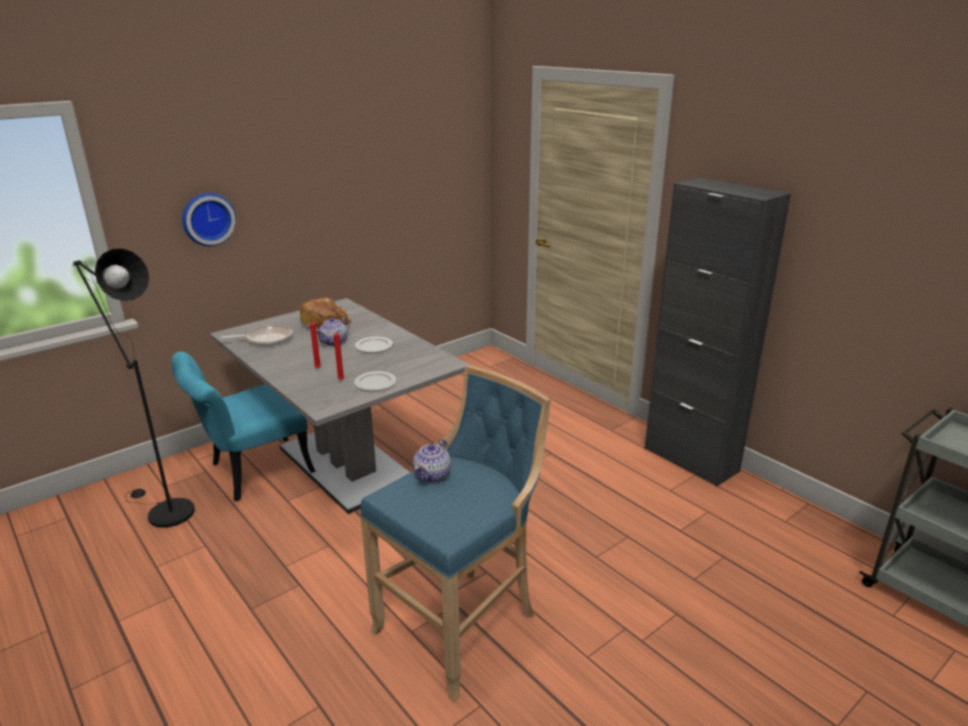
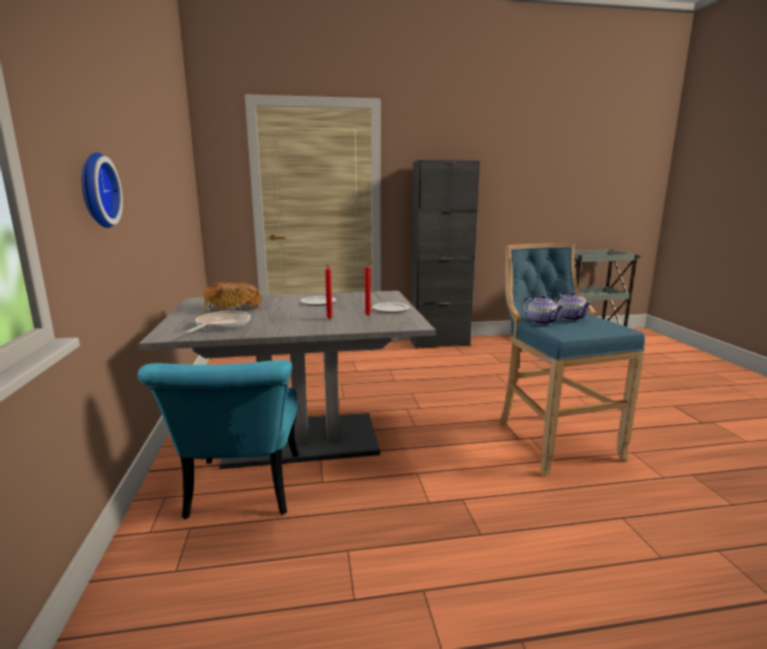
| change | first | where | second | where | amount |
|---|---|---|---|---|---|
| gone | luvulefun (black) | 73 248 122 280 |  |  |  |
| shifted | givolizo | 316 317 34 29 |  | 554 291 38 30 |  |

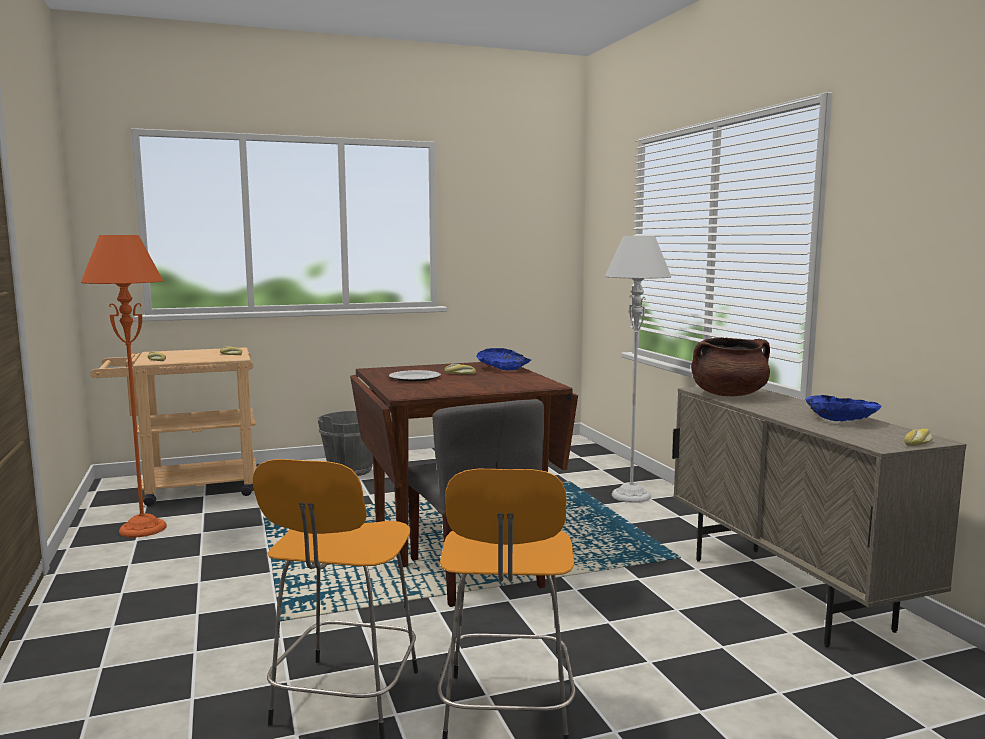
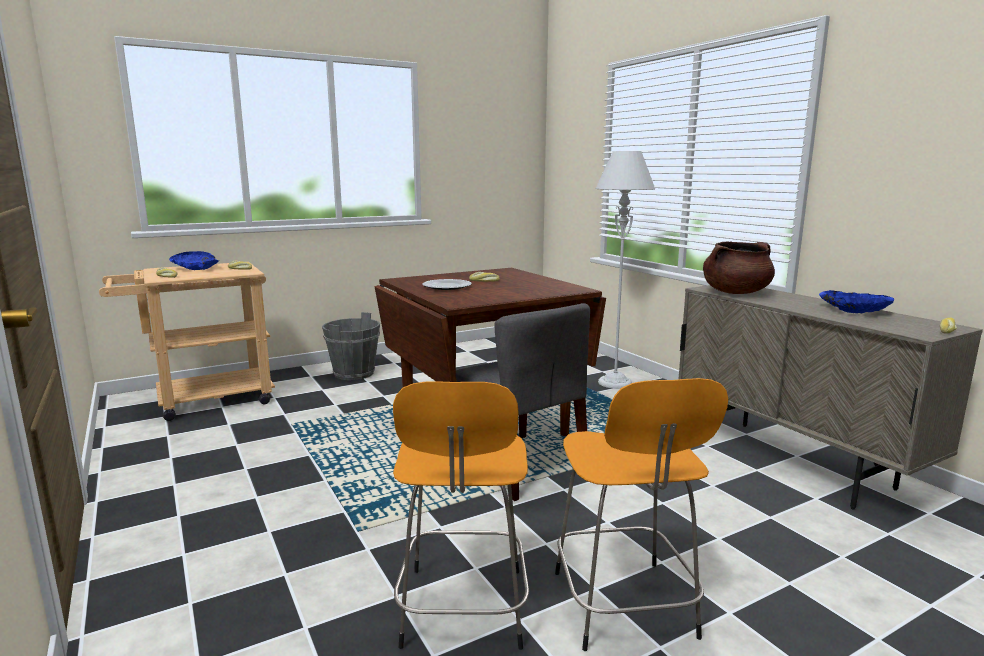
| change | first | where | second | where | amount |
|---|---|---|---|---|---|
| gone | luvulefun (orange) | 81 235 86 303 |  |  |  |
| shifted | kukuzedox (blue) | 476 348 55 22 |  | 169 251 50 19 |  |

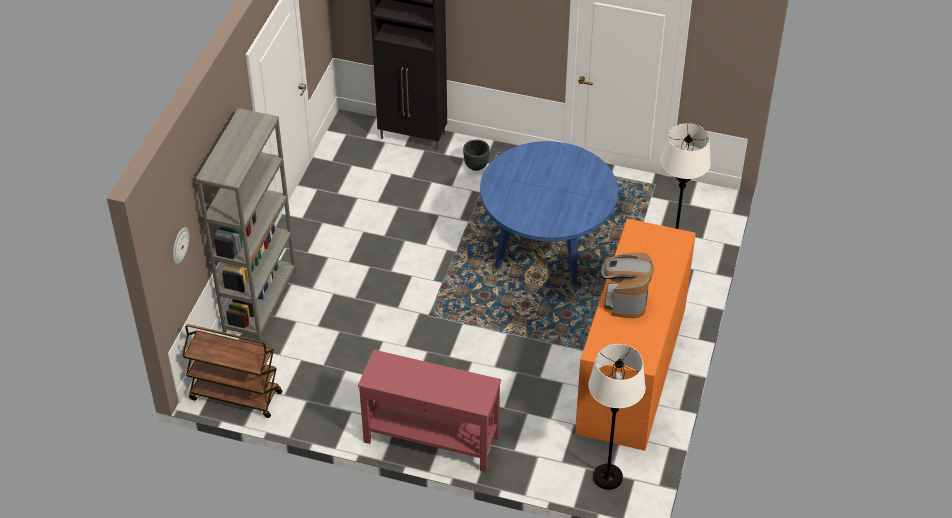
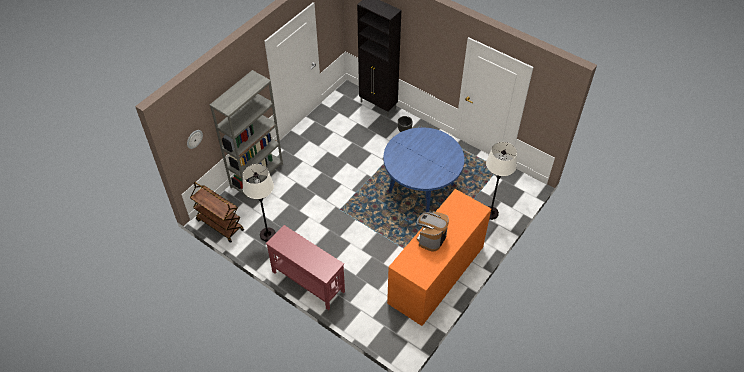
| change | first | where | second | where | amount |
|---|---|---|---|---|---|
| shifted | luvulefun (white) | 588 344 58 146 |  | 243 164 33 77 |  |

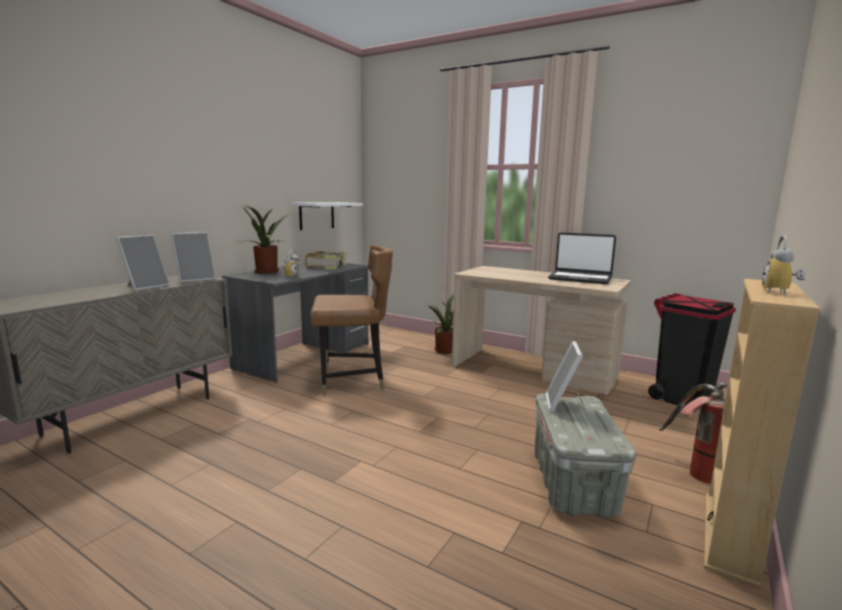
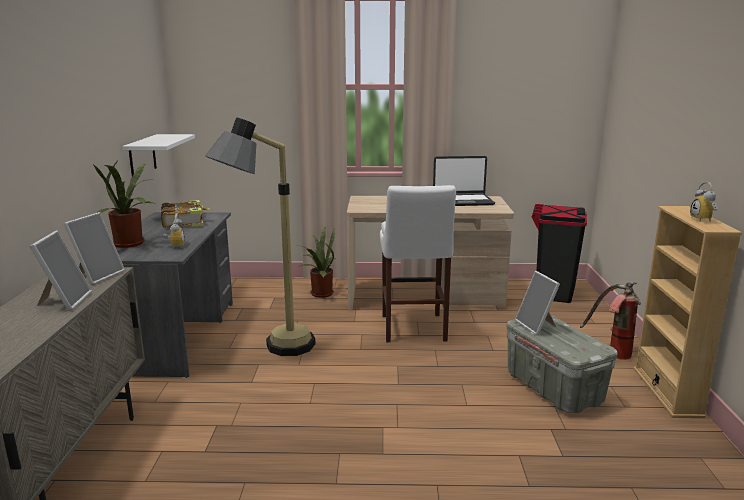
| change | first | where | second | where | amount |
|---|---|---|---|---|---|
| swapped | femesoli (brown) | 310 245 83 150 | luvulefun | 205 117 110 239 |  |
| new |  |  | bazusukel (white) | 380 185 76 157 |  |

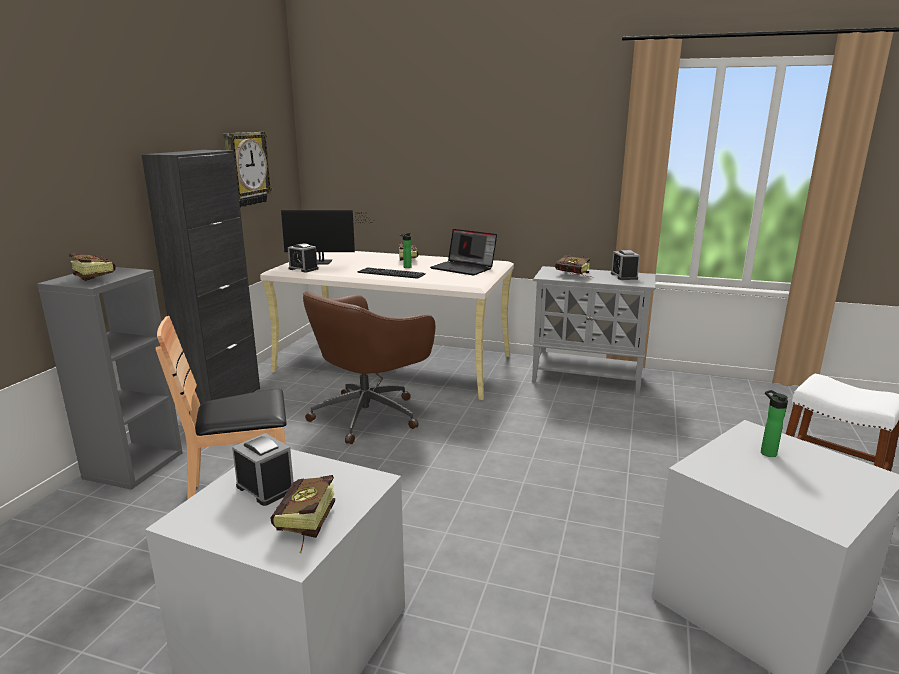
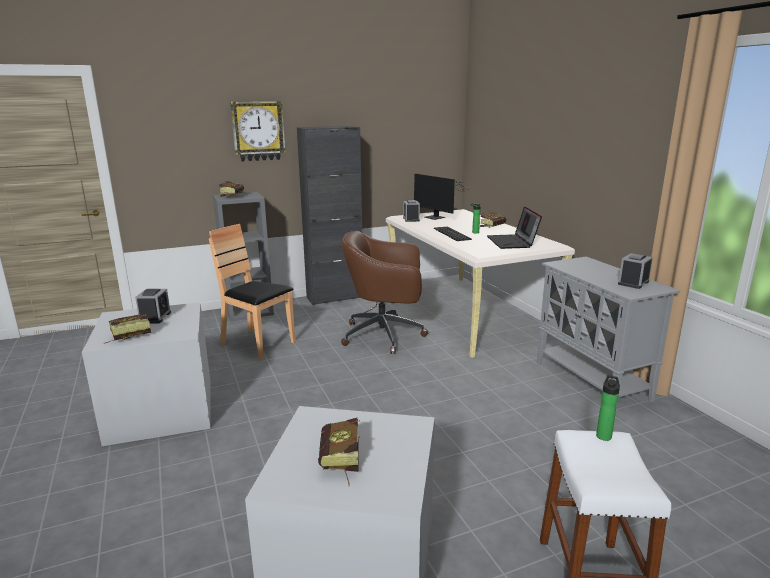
| change | first | where | second | where | amount |
|---|---|---|---|---|---|
| shifted | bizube | 223 132 49 75 |  | 230 101 56 60 |  |
| shifted | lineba | 555 254 39 24 |  | 318 418 42 69 |  |
| shifted | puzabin | 761 390 27 67 |  | 596 375 24 66 |  |

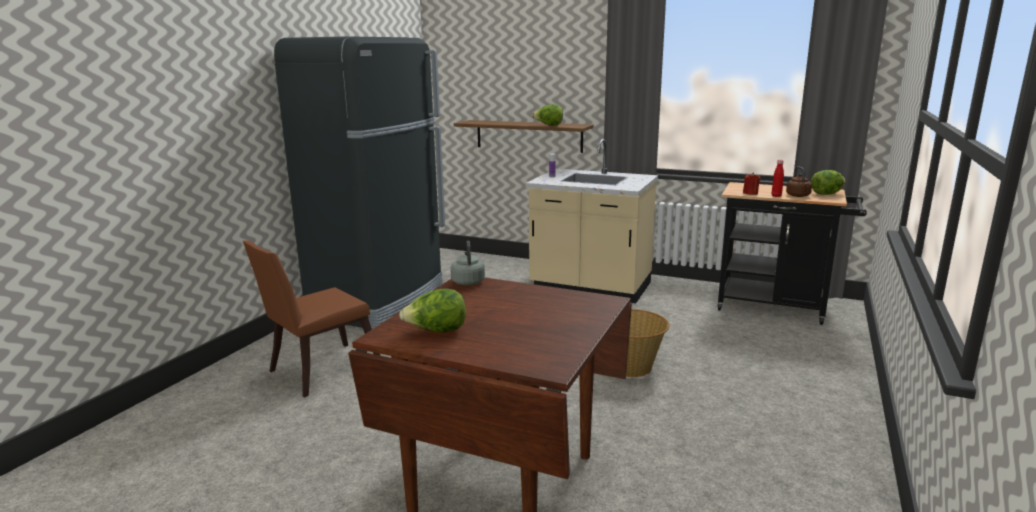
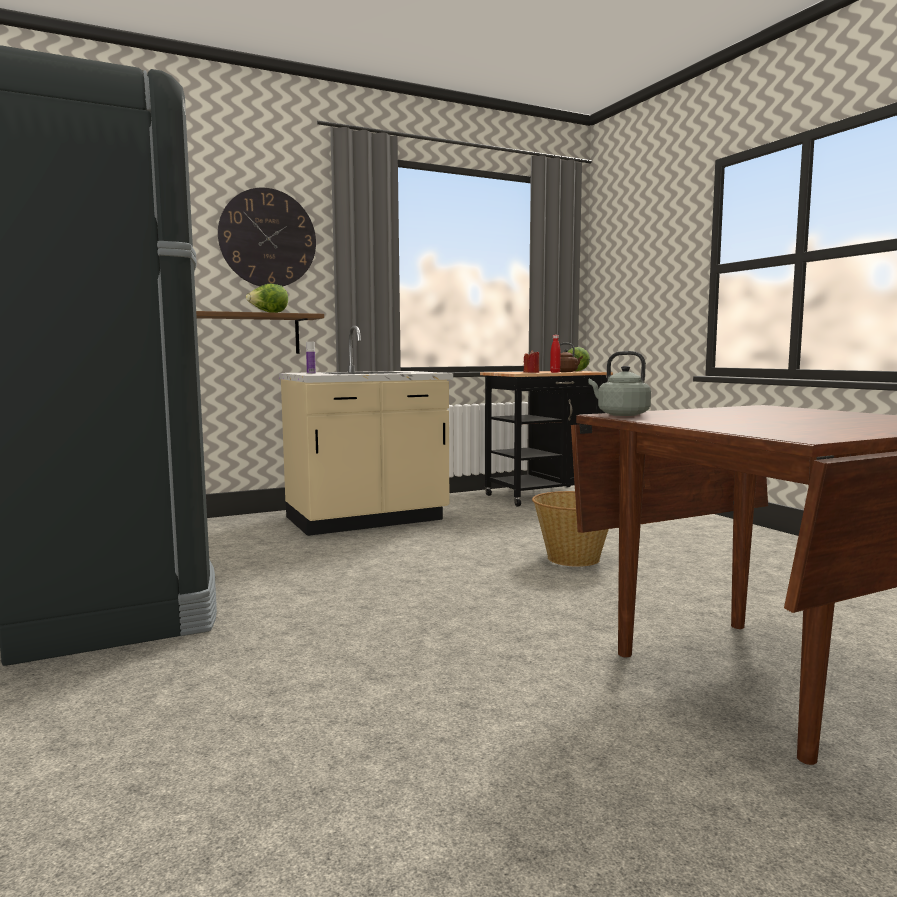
| change | first | where | second | where | amount |
|---|---|---|---|---|---|
| gone | femesoli (brown) | 243 240 138 158 |  |  |  |
| gone | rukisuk | 399 288 67 45 |  |  |  |
| new |  |  | bizube | 218 188 98 99 |  |

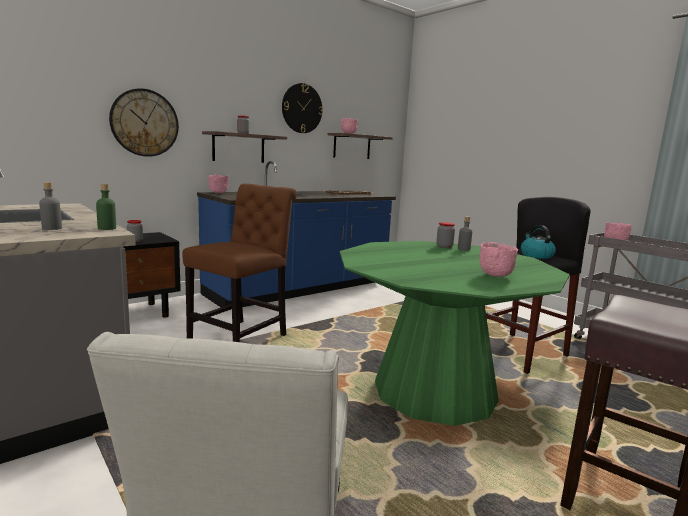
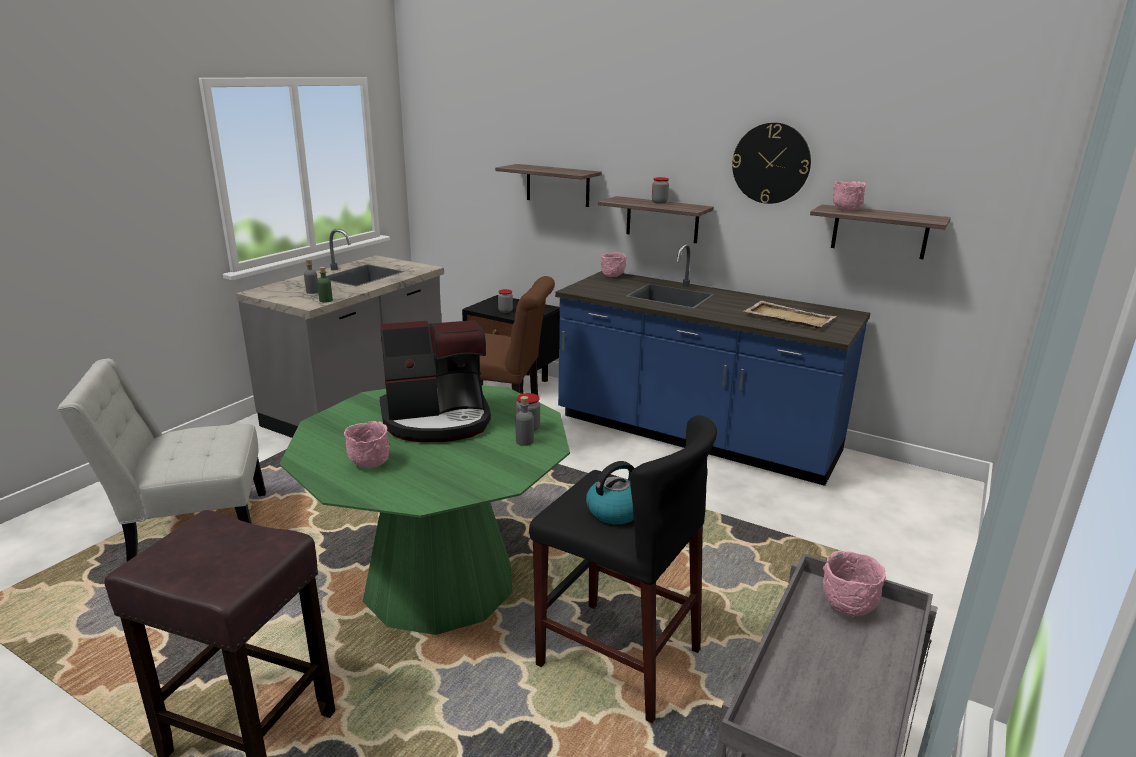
| change | first | where | second | where | amount |
|---|---|---|---|---|---|
| swapped | bizube | 109 88 70 69 | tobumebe | 495 164 107 43 |  |
| new |  |  | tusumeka | 380 320 111 122 |  |

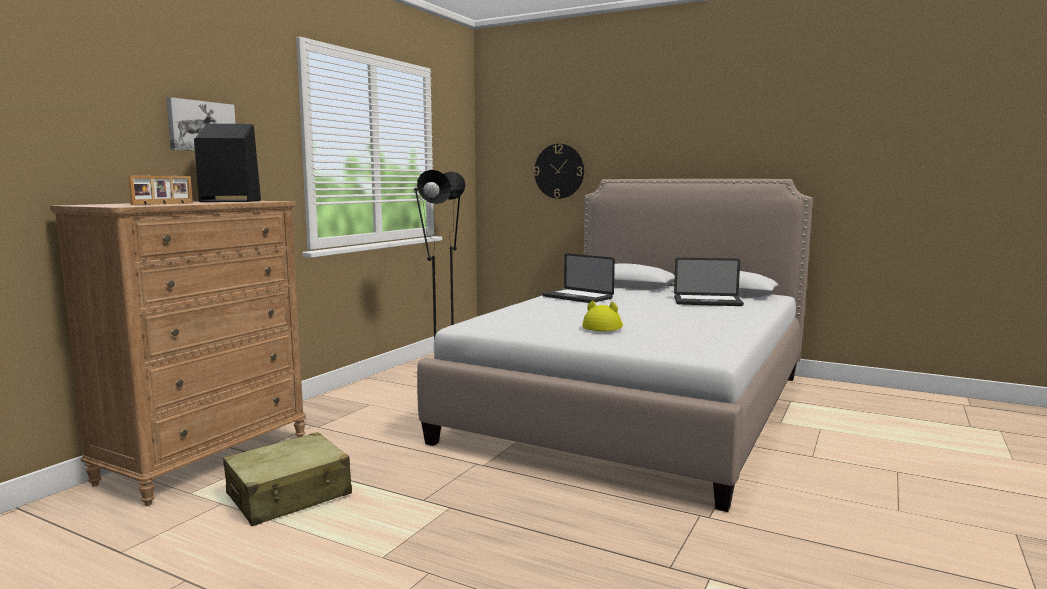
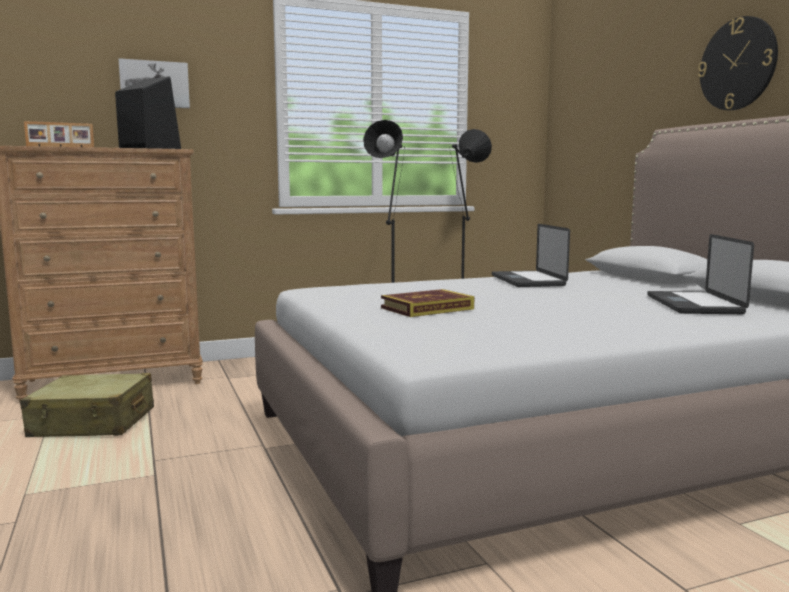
| change | first | where | second | where | amount |
|---|---|---|---|---|---|
| shifted | bizube | 534 144 50 55 |  | 698 16 80 94 |  |
| swapped | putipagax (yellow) | 582 301 41 30 | lineba | 381 289 93 28 |  |
| rotated | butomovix | 674 258 70 48 |  | 647 234 107 80 | 45 degrees clockwise |

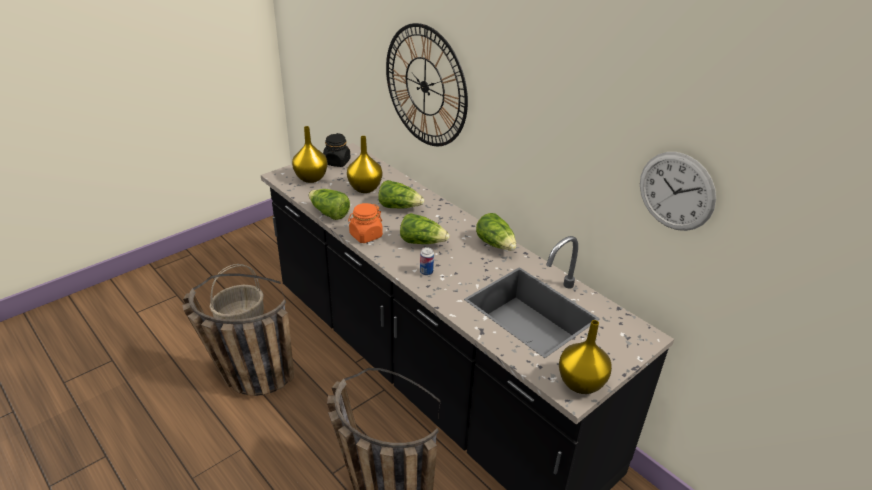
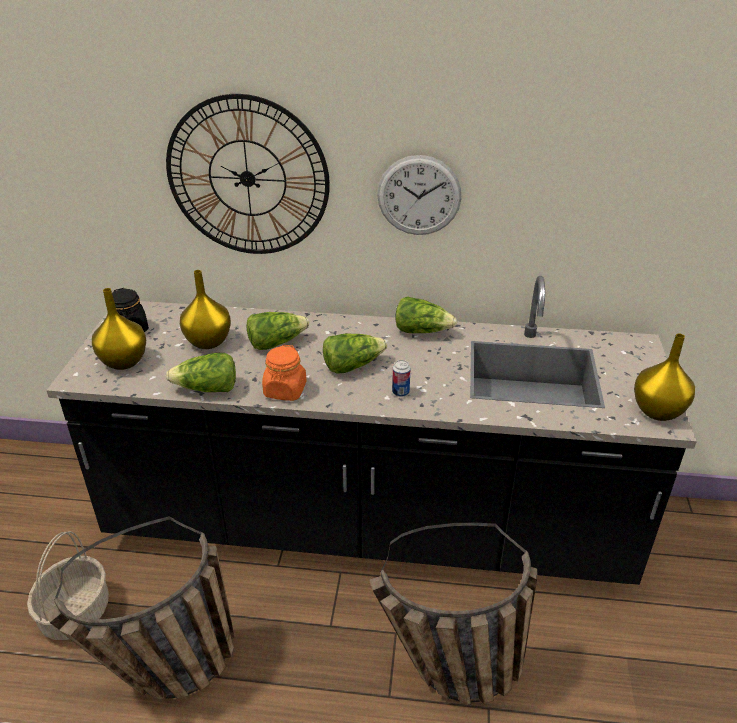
| change | first | where | second | where | amount |
|---|---|---|---|---|---|
| shifted | bizube | 640 152 76 79 |  | 377 155 85 80 |  |

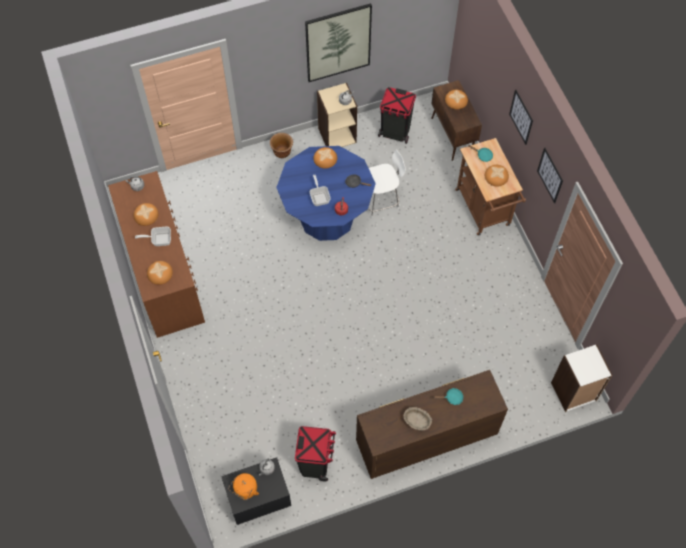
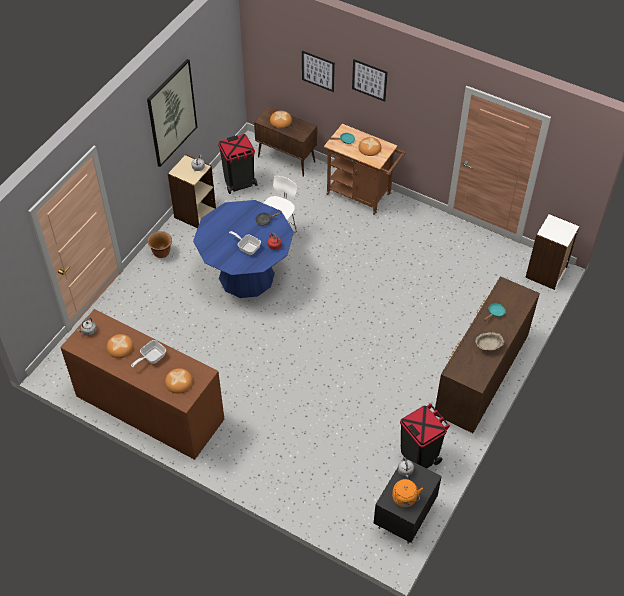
| change | first | where | second | where | amount |
|---|---|---|---|---|---|
| gone | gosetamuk | 313 147 24 21 |  |  |  |
| shifted | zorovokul | 537 148 26 55 |  | 302 50 33 42 |  |

